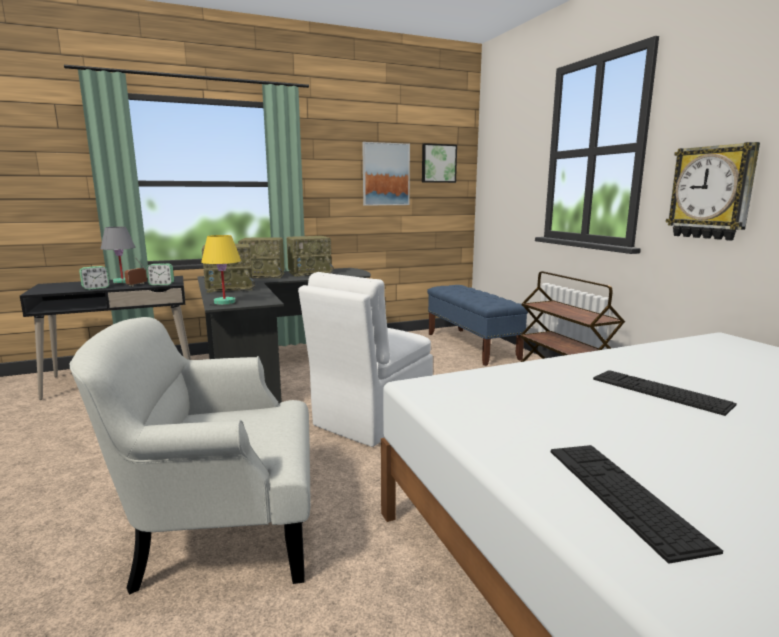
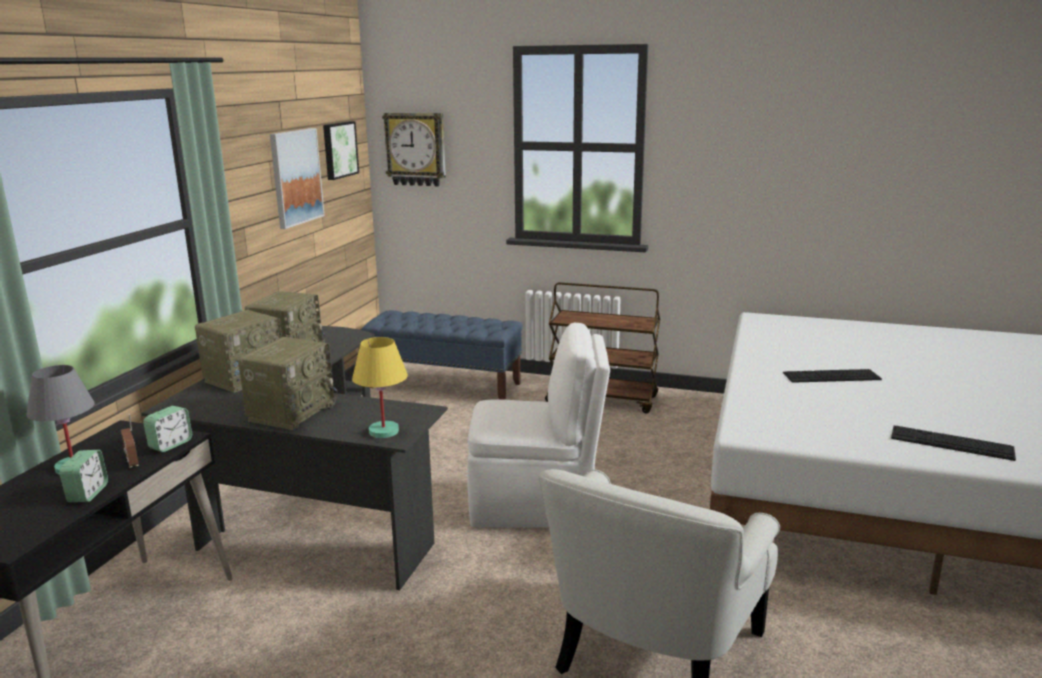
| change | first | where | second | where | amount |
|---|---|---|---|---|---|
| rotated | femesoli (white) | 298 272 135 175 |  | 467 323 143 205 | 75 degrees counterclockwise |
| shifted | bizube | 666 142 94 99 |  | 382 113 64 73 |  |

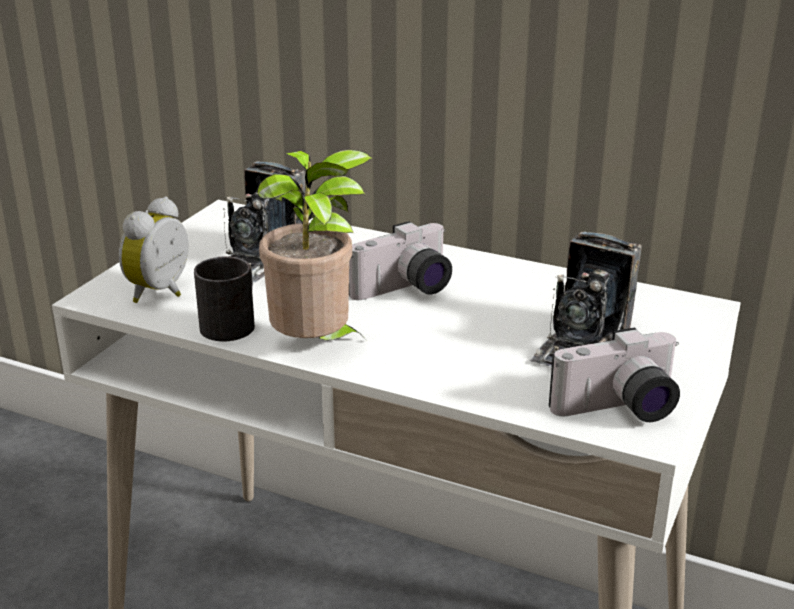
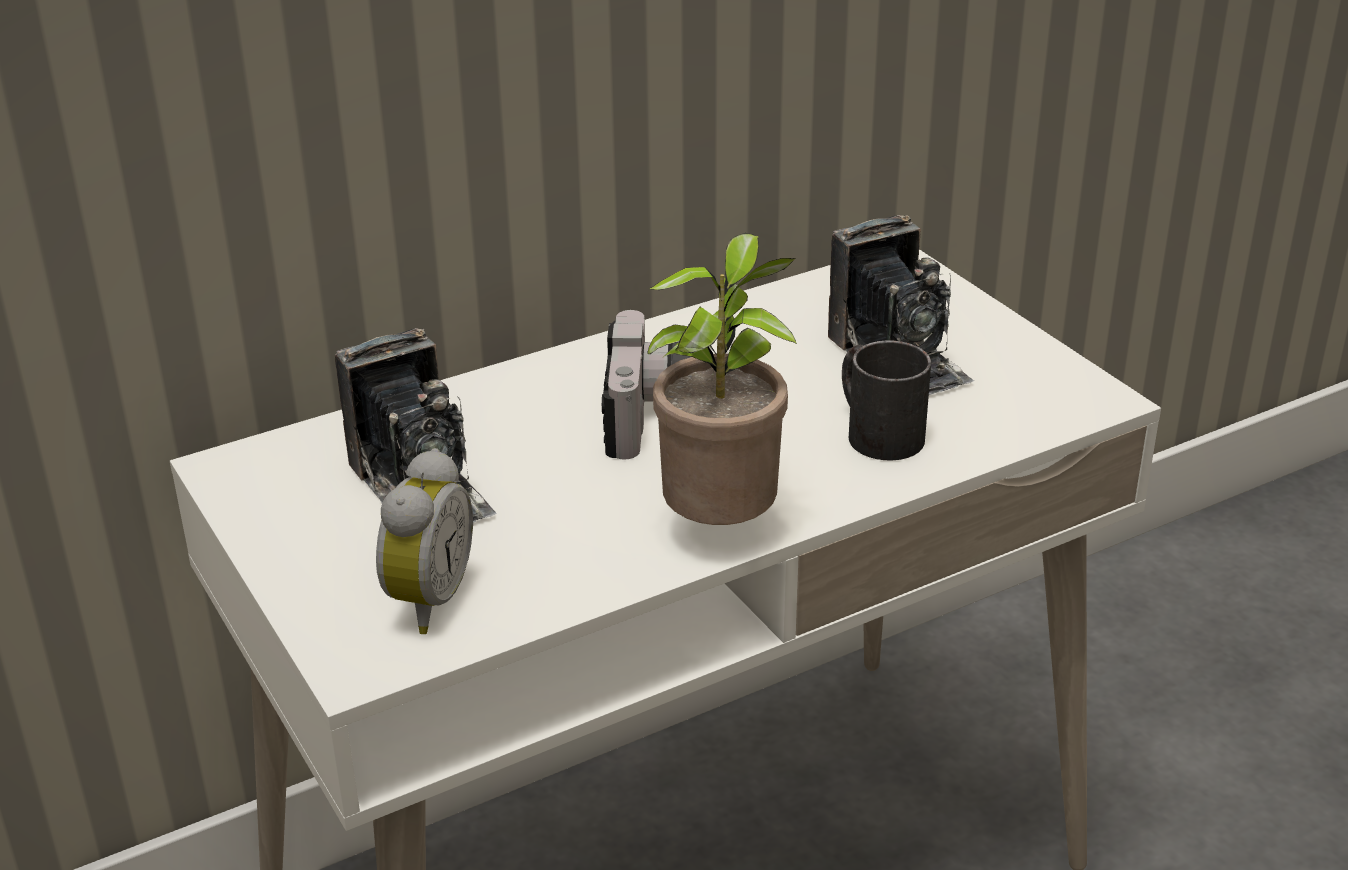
| change | first | where | second | where | amount |
|---|---|---|---|---|---|
| rotated | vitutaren | 119 197 70 106 |  | 376 448 97 186 | 135 degrees counterclockwise |
| shifted | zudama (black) | 194 256 61 85 |  | 842 341 89 119 |  |
| gone | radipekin | 549 327 131 95 |  |  |  |

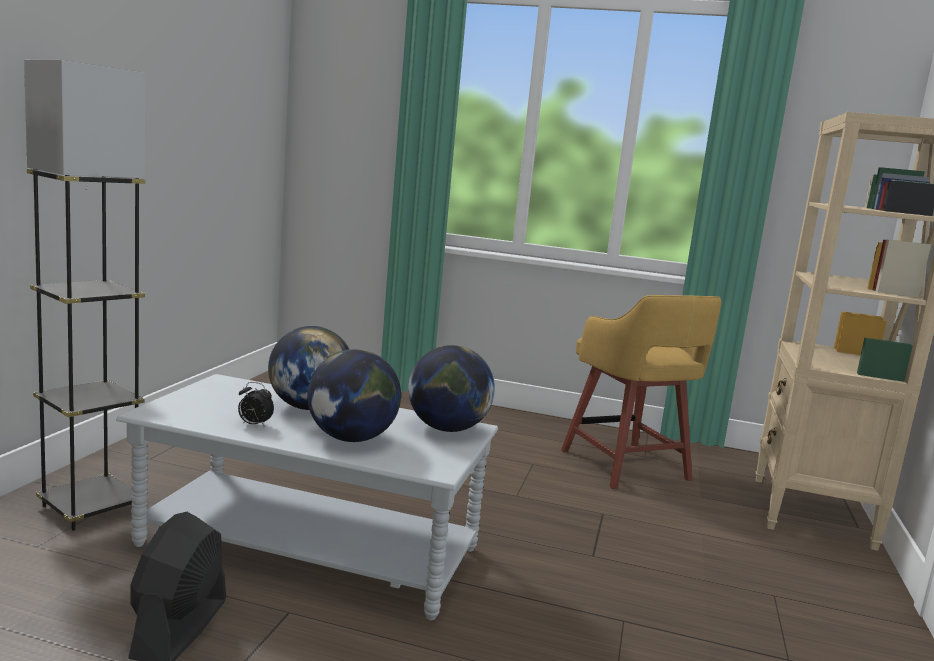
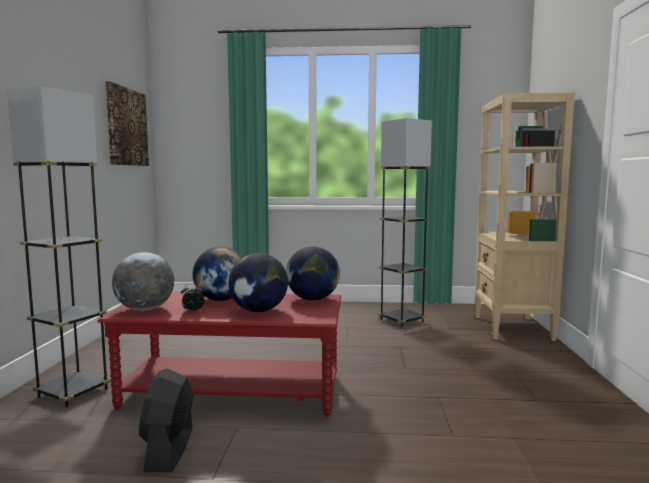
| change | first | where | second | where | amount |
|---|---|---|---|---|---|
| repainted | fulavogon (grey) | 116 374 382 247 | fulavogon (red) | 97 292 244 125 |  |
| swapped | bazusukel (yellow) | 561 295 160 194 | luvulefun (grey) | 378 118 54 210 |  |
| new |  |  | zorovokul | 105 81 44 85 |  |
| new |  |  | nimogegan | 112 252 62 59 |  |

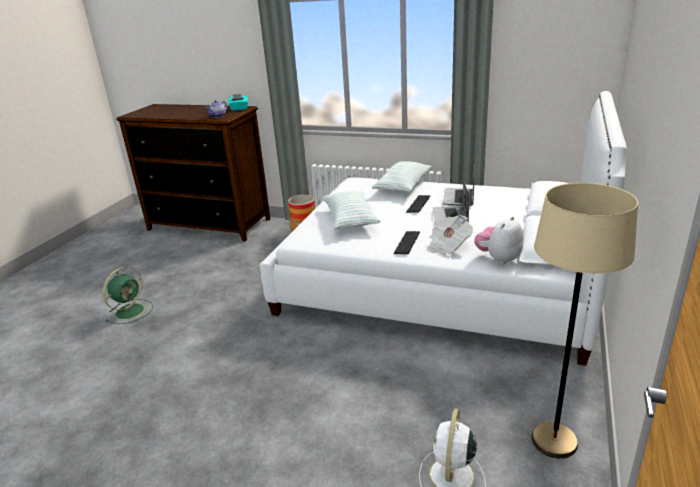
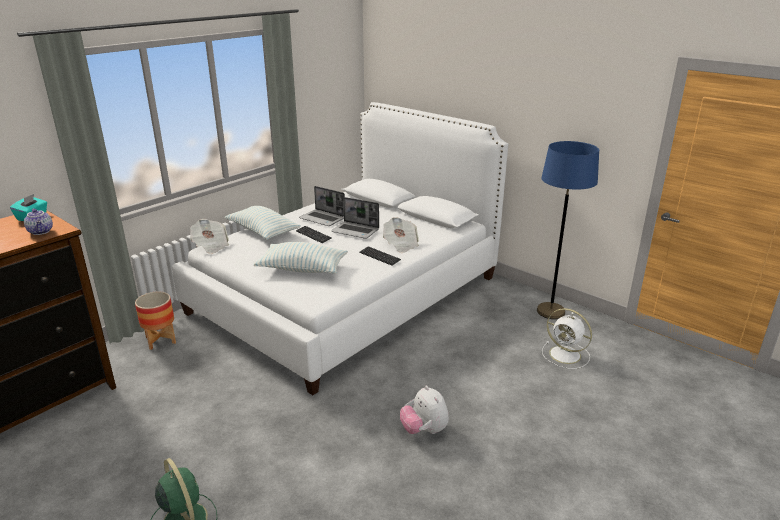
| change | first | where | second | where | amount |
|---|---|---|---|---|---|
| shifted | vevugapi | 474 216 50 49 |  | 400 386 49 48 |  |
| repainted | luvulefun (beige) | 532 183 106 276 | luvulefun (blue) | 537 141 62 178 |  |
| new |  |  | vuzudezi | 190 219 39 35 |  |

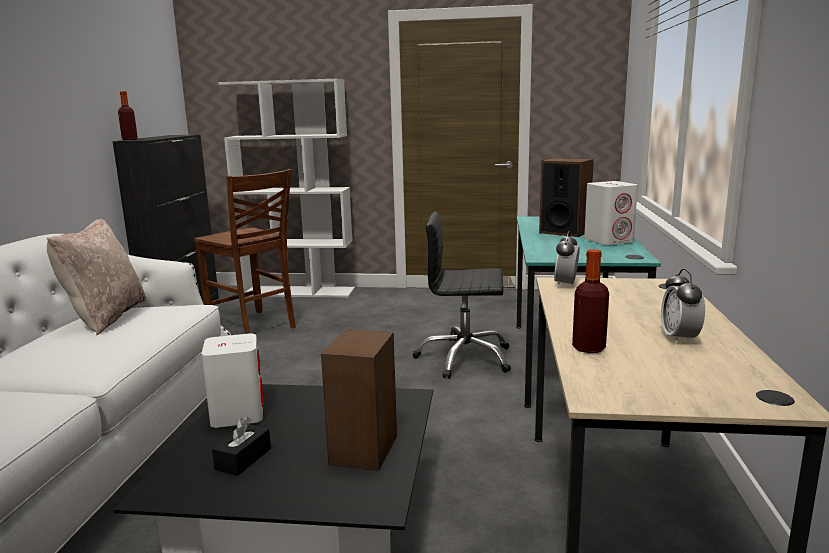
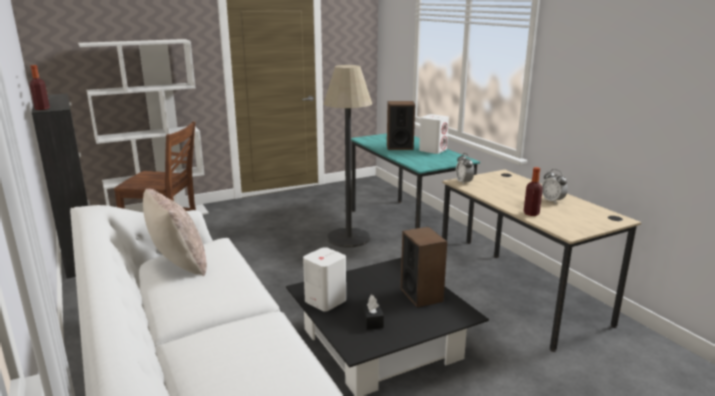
| change | first | where | second | where | amount |
|---|---|---|---|---|---|
| swapped | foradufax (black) | 413 212 98 167 | luvulefun | 324 65 48 183 |  |

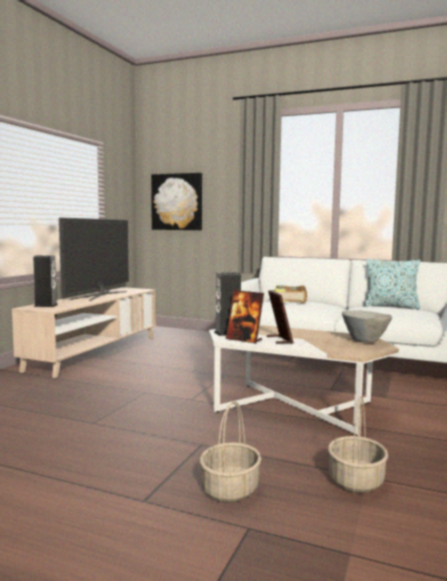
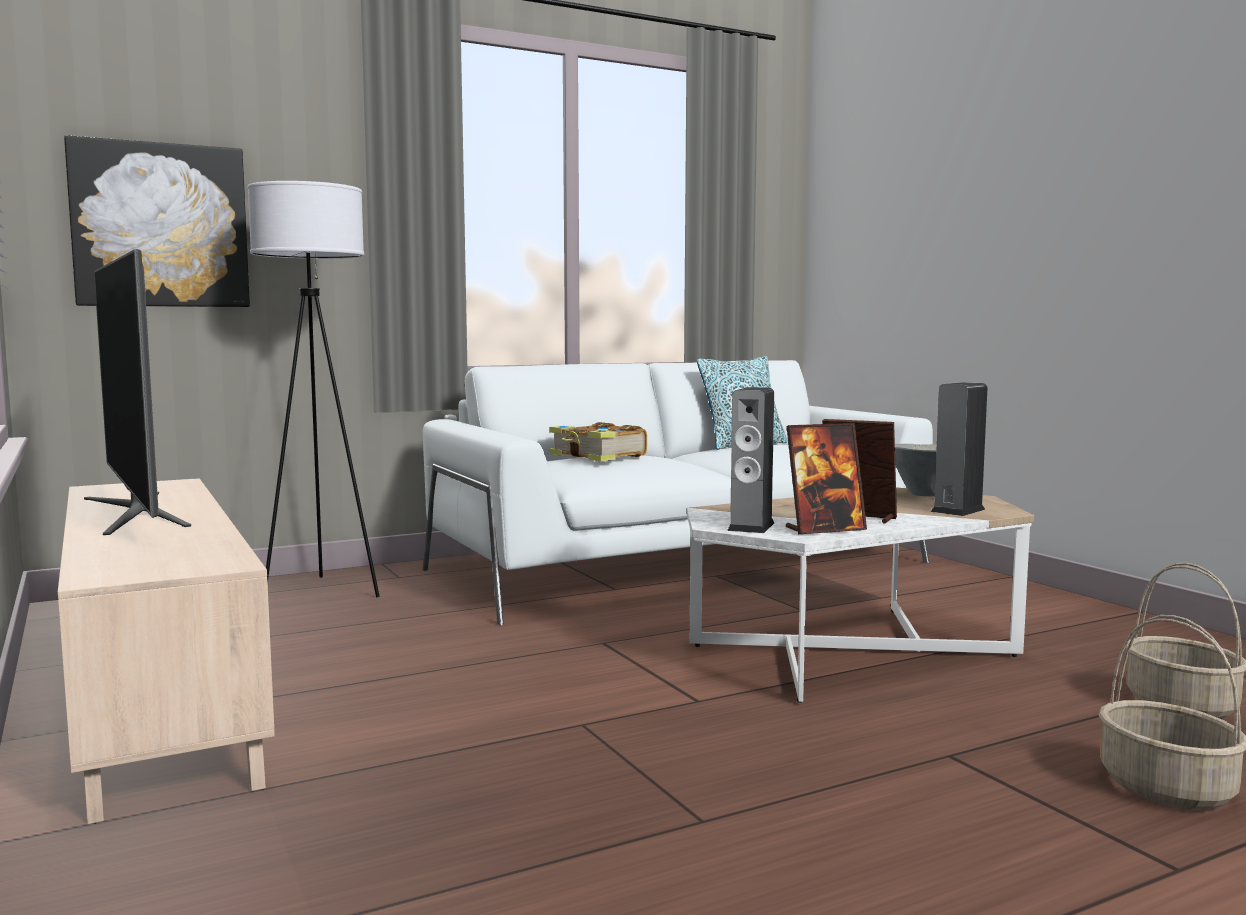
| change | first | where | second | where | amount |
|---|---|---|---|---|---|
| shifted | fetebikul | 33 255 25 52 |  | 931 382 56 134 |  |
| new |  |  | luvulefun (white) | 247 181 133 416 |  |

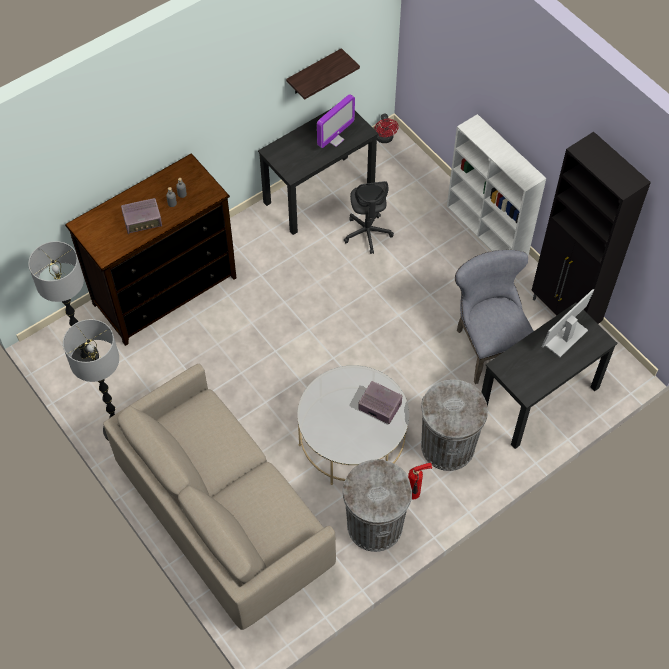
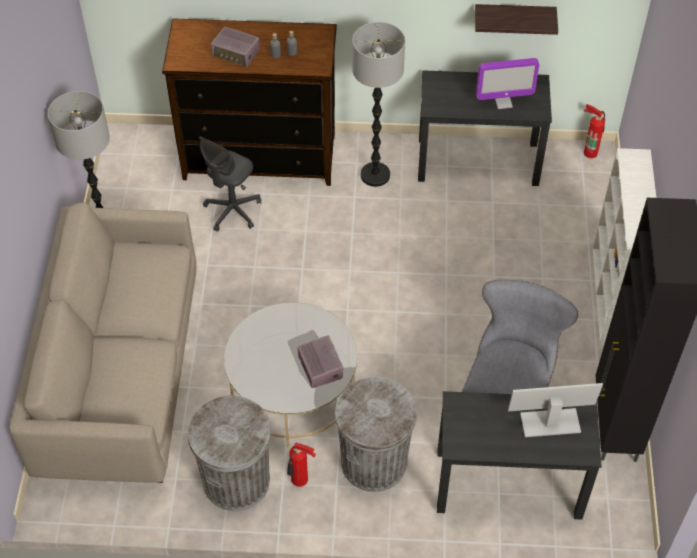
| change | first | where | second | where | amount |
|---|---|---|---|---|---|
| shifted | luvulefun | 28 241 71 121 |  | 352 22 53 165 |  |
| shifted | foradufax (grey) | 344 181 50 73 |  | 199 136 62 96 |  |
| swapped | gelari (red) | 374 114 25 29 | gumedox | 584 104 21 54 |  |

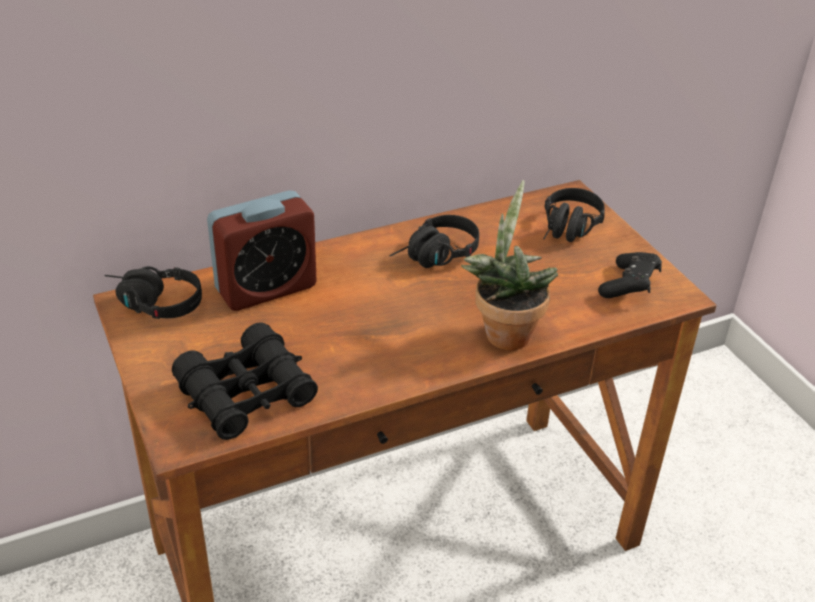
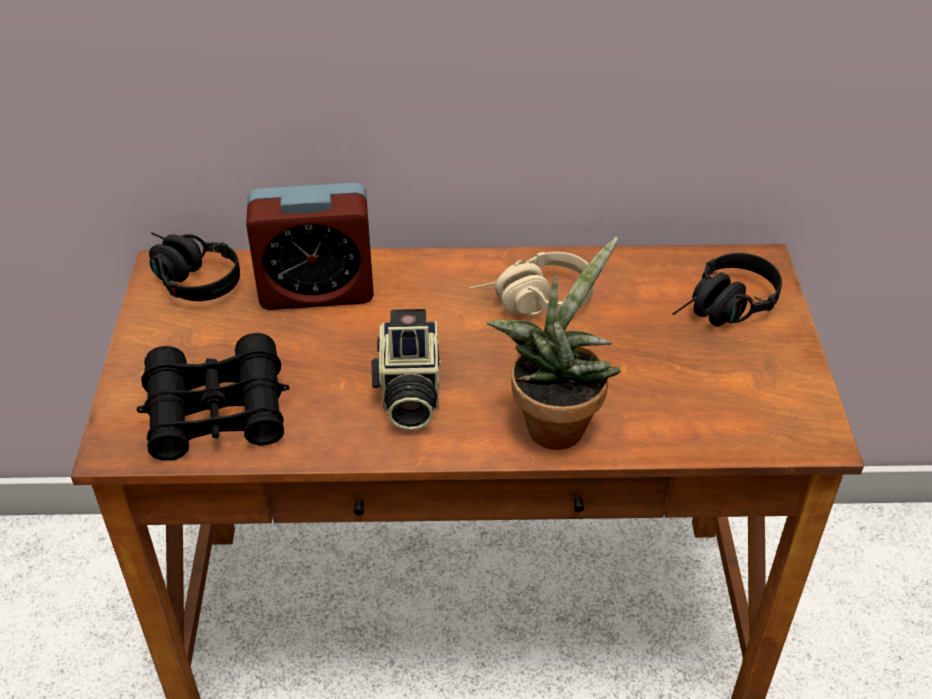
| change | first | where | second | where | amount |
|---|---|---|---|---|---|
| repainted | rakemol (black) | 389 215 90 53 | rakemol (beige) | 469 252 125 64 |  |
| gone | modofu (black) | 598 252 64 46 |  |  |  |
| new |  |  | radipekin | 372 309 69 121 |  |

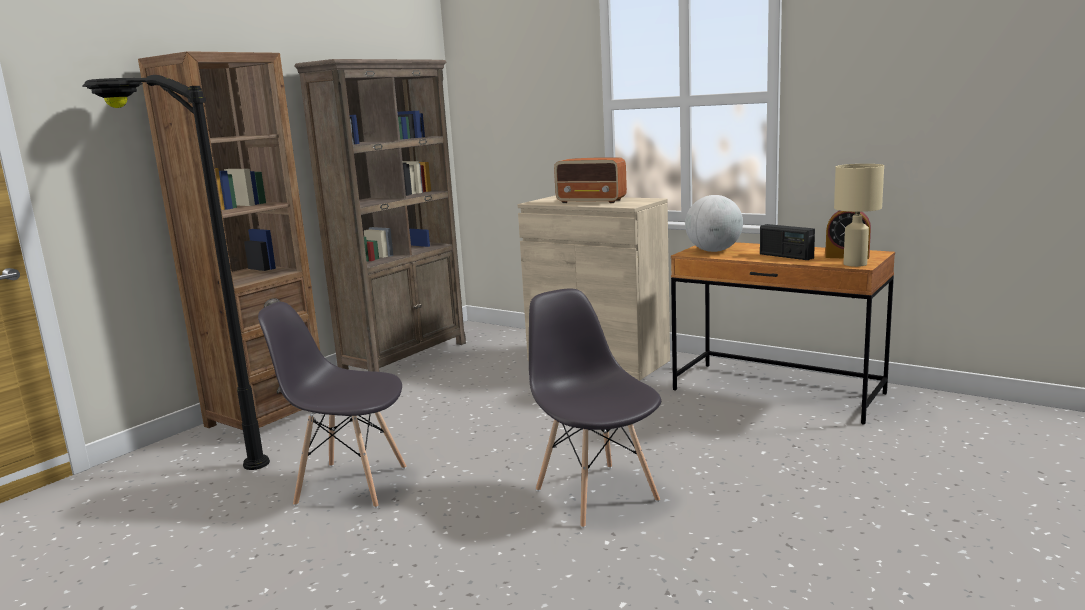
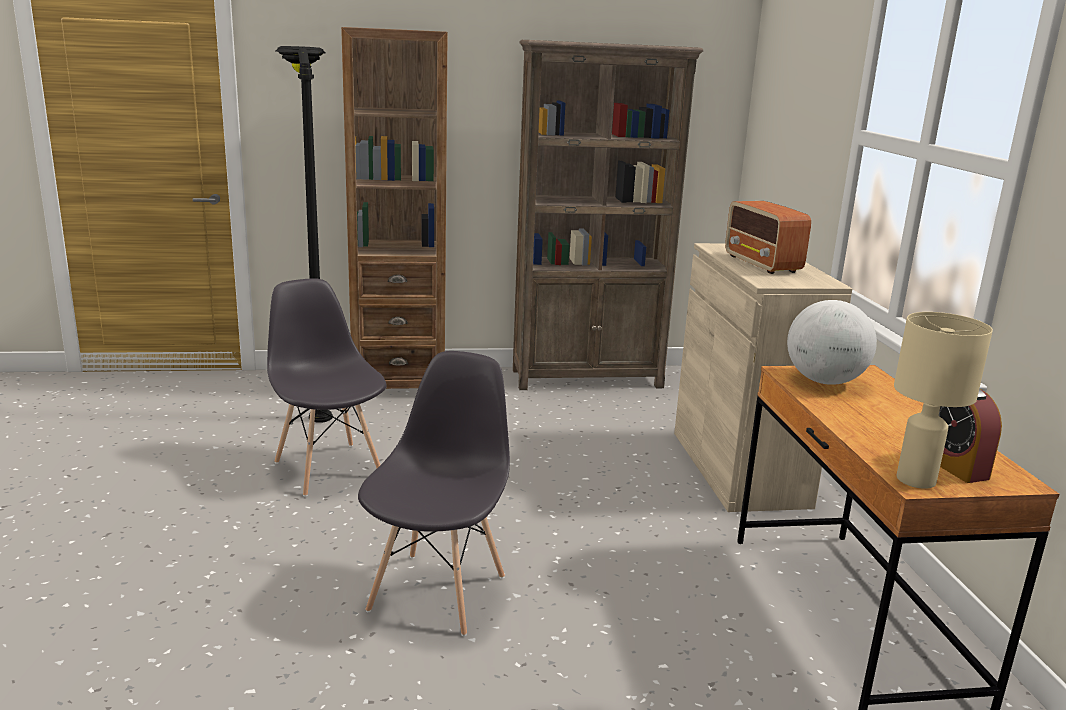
| change | first | where | second | where | amount |
|---|---|---|---|---|---|
| gone | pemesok | 760 224 55 36 |  |  |  |

